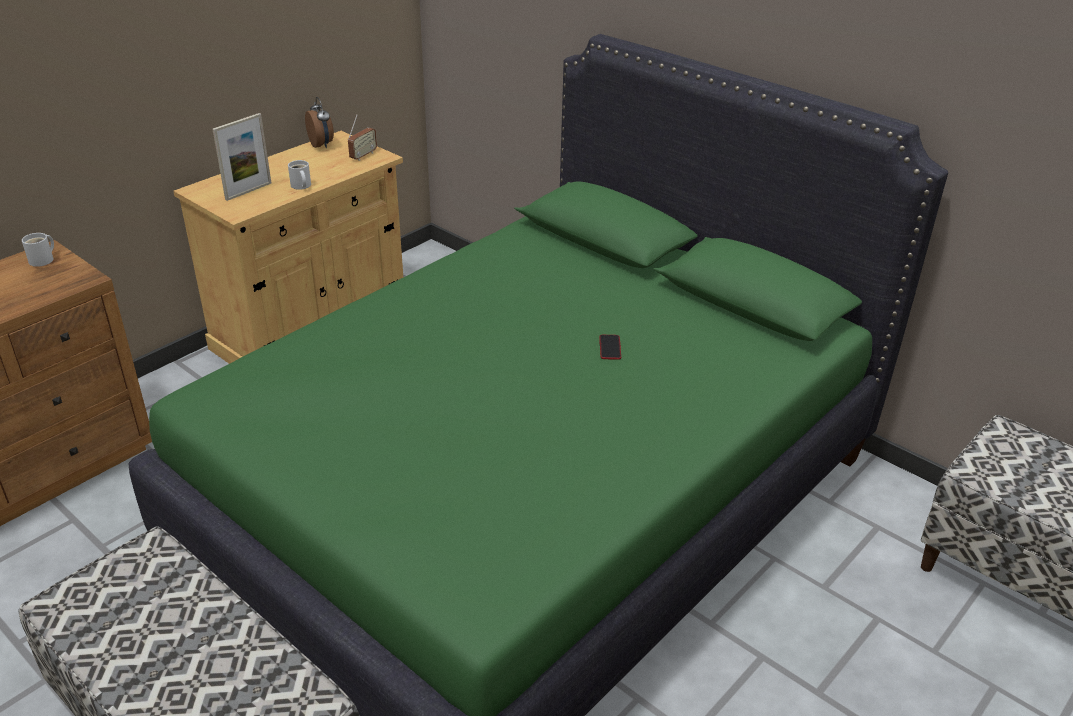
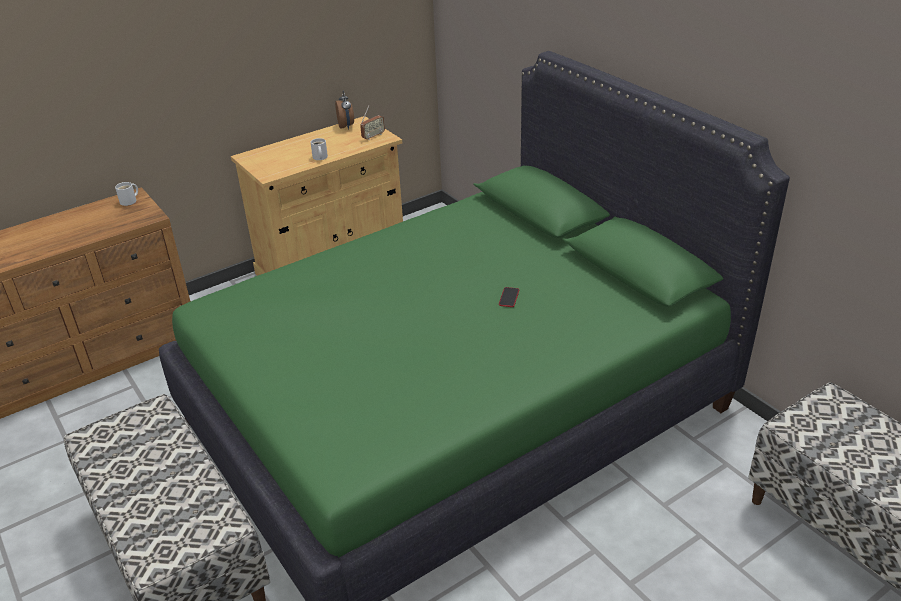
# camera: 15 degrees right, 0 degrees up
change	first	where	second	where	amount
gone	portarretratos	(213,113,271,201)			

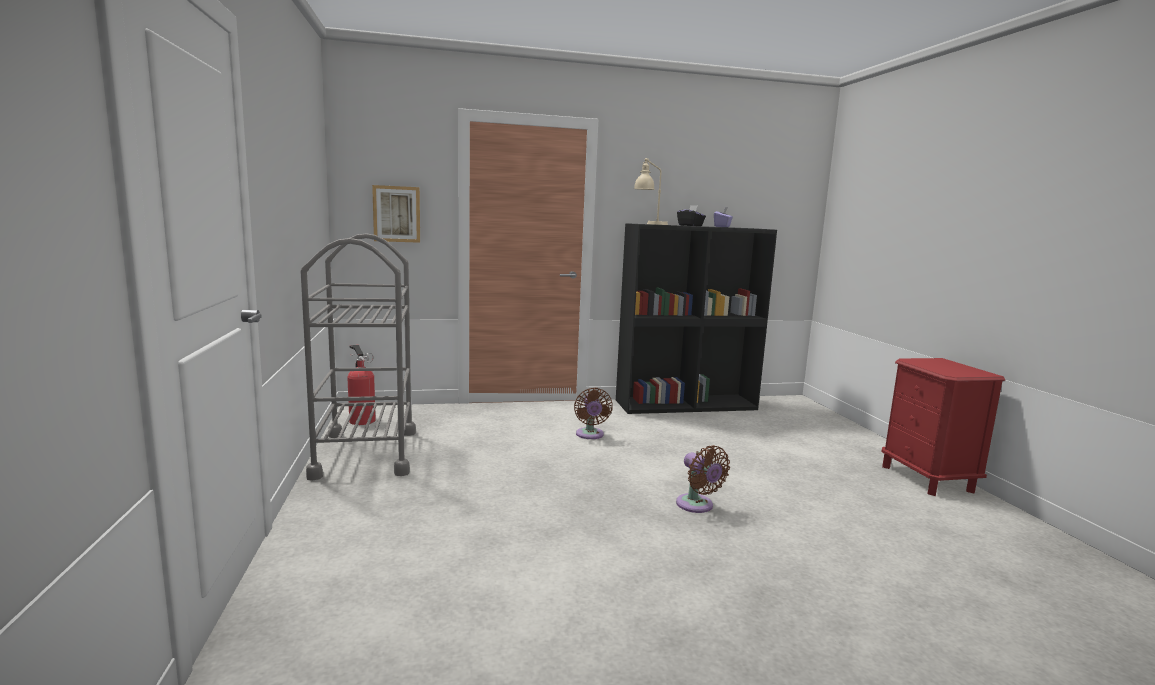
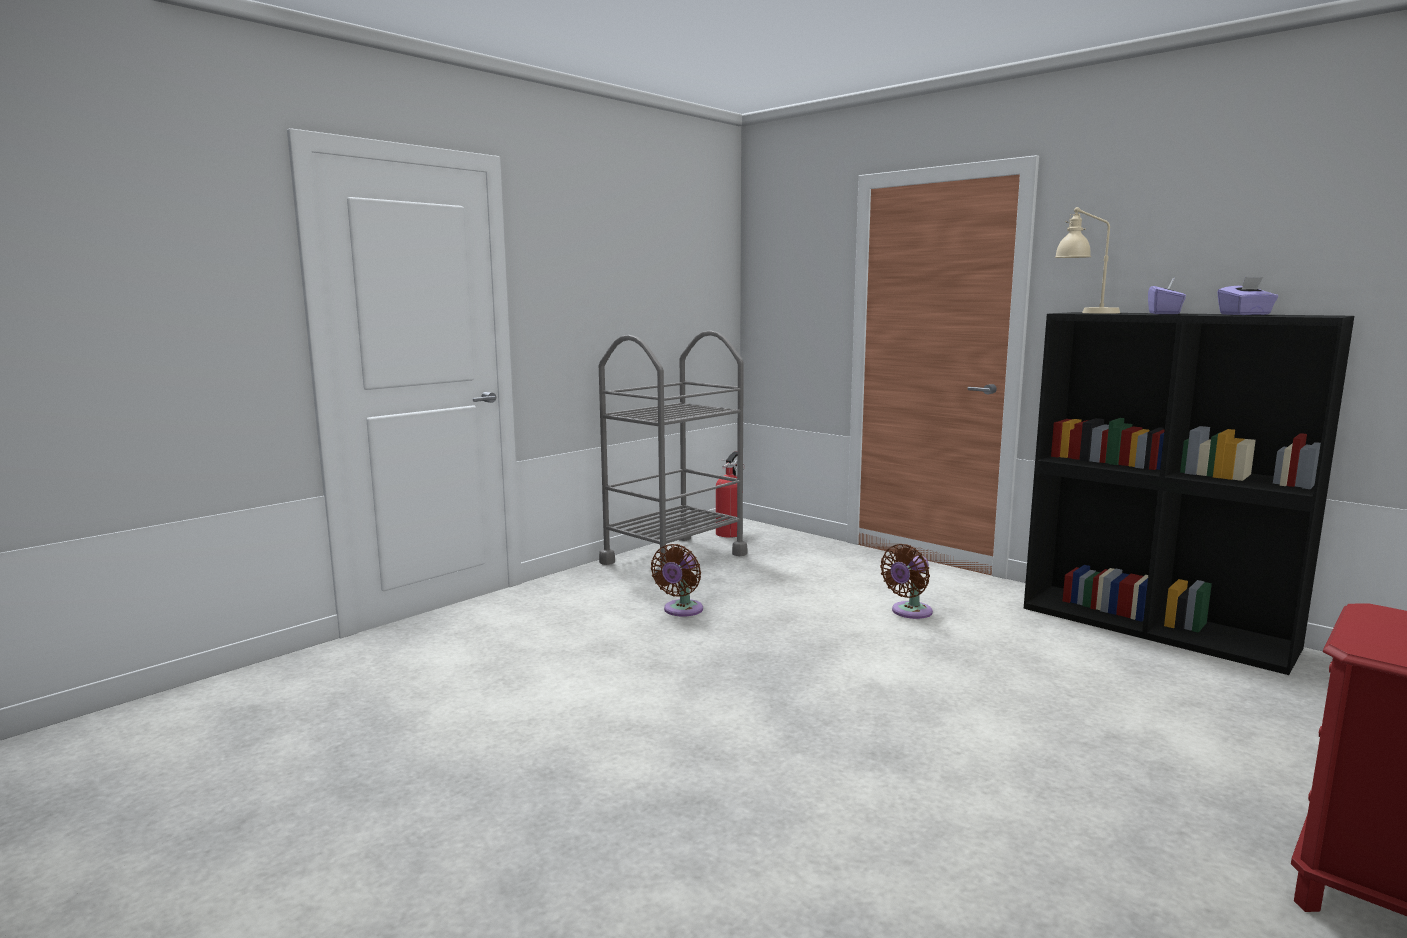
# camera: 55 degrees right, 0 degrees up
change	first	where	second	where	amount
shifted	ventilador (marrón)	(676,445,730,513)		(651,544,703,617)	
repainted	caja de pañuelos (negro)	(677,205,706,226)	caja de pañuelos (morado)	(1148,278,1186,314)	
gone	cuadro	(372,185,420,243)			

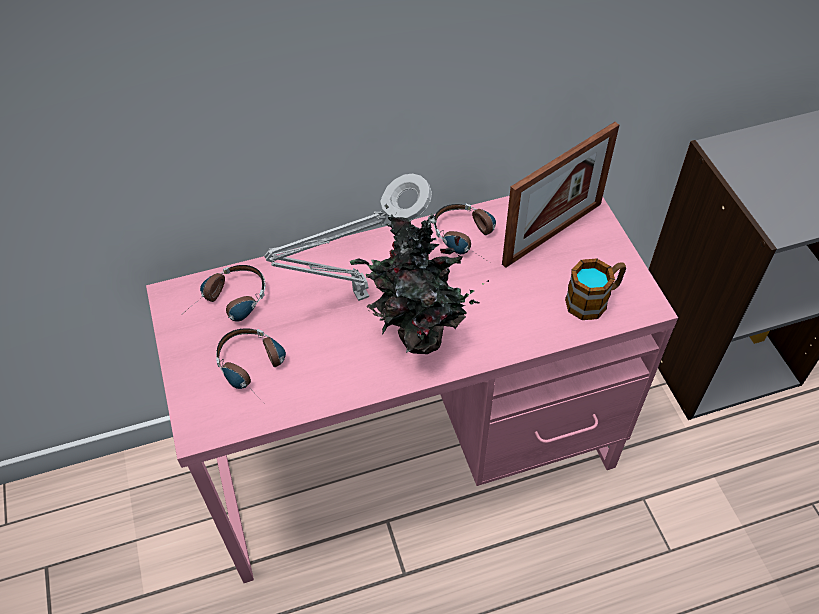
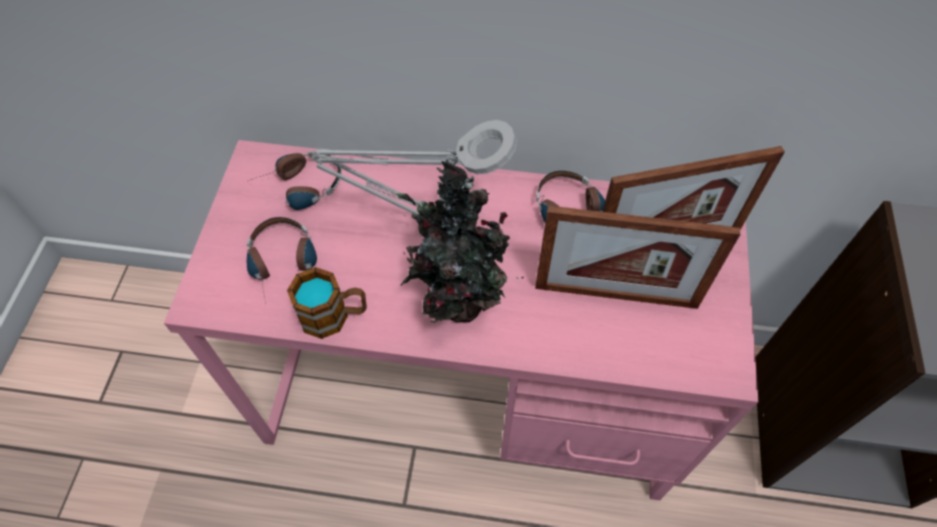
# camera: 25 degrees right, 5 degrees up
change	first	where	second	where	amount
shifted	taza grande	(565,258,626,320)		(287,267,367,339)	
new			portarretratos	(535,206,740,309)	

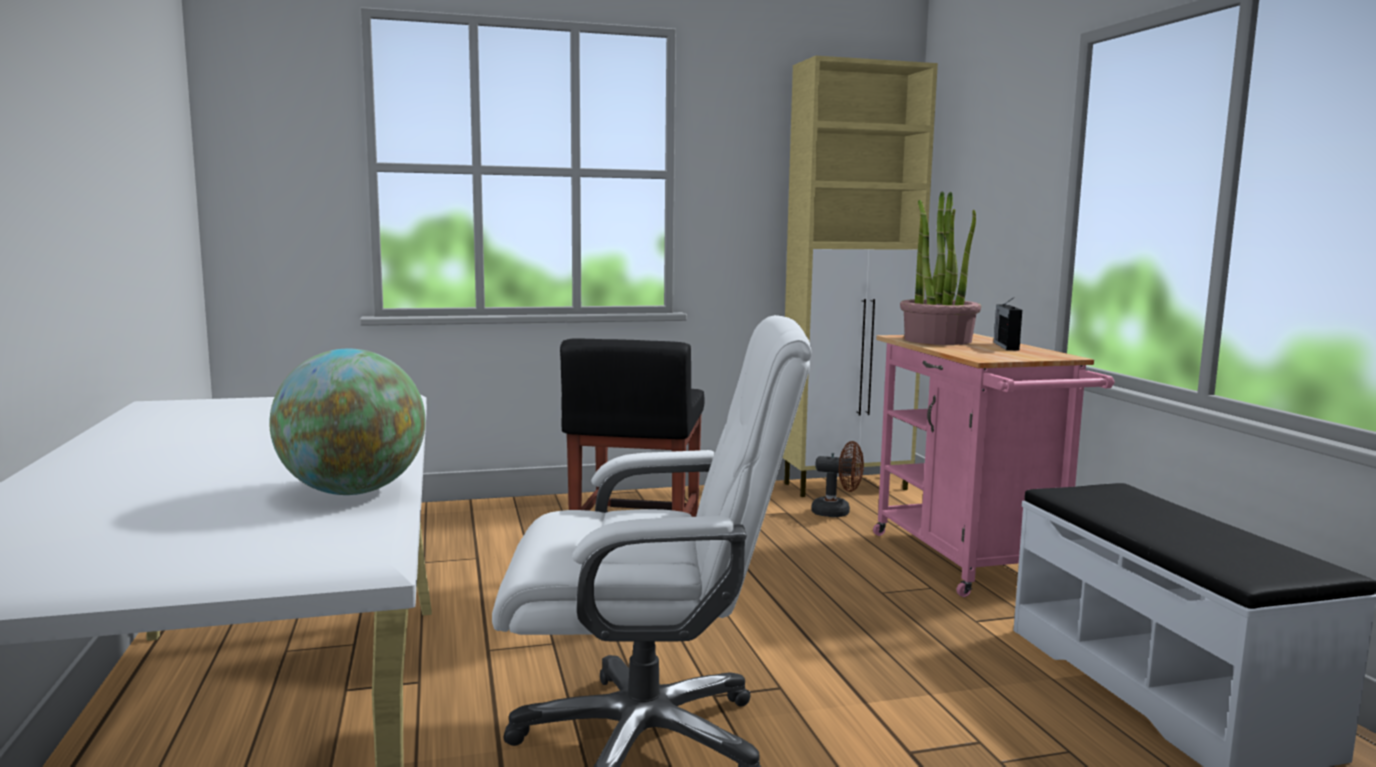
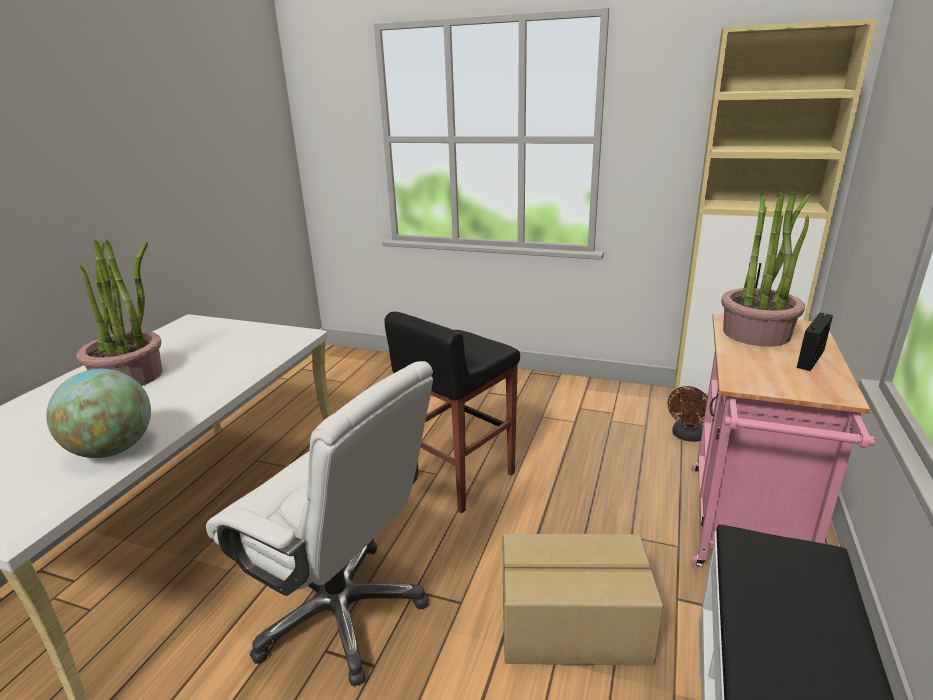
# camera: 35 degrees right, 15 degrees up
change	first	where	second	where	amount
new			planta en maceta	(76,240,163,386)	
new			caja de cartón	(503,534,663,666)	
rotated	ventilador (marrón)	(811,441,864,517)		(668,386,708,442)	75 degrees clockwise

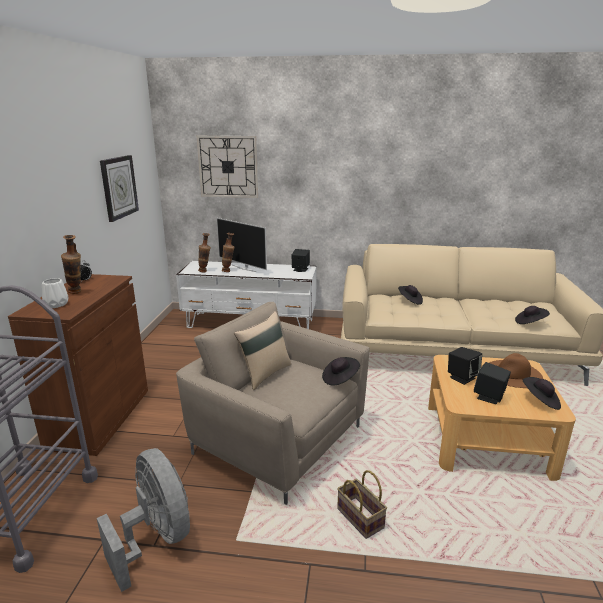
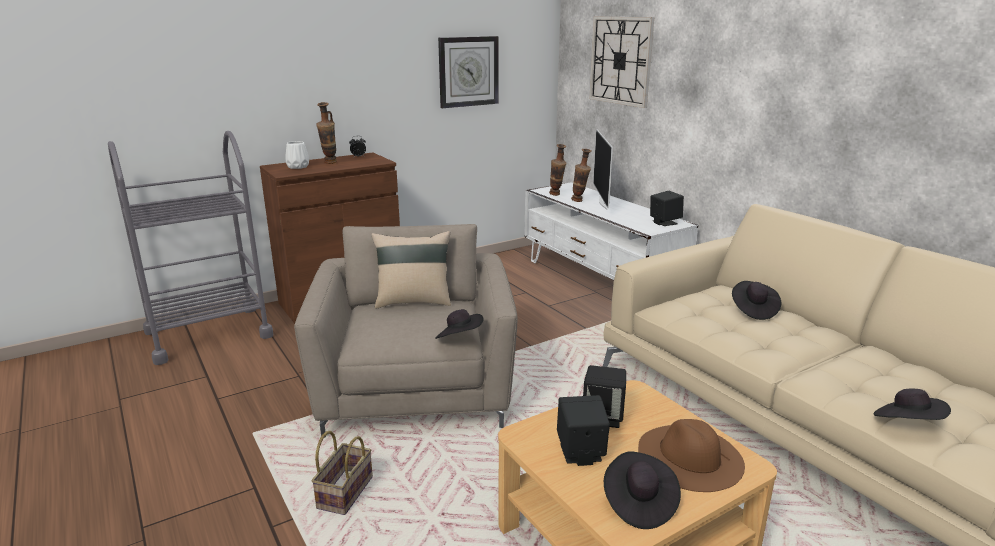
# camera: 50 degrees right, 0 degrees up
change	first	where	second	where	amount
gone	ventilador (gris)	(97,448,190,592)			

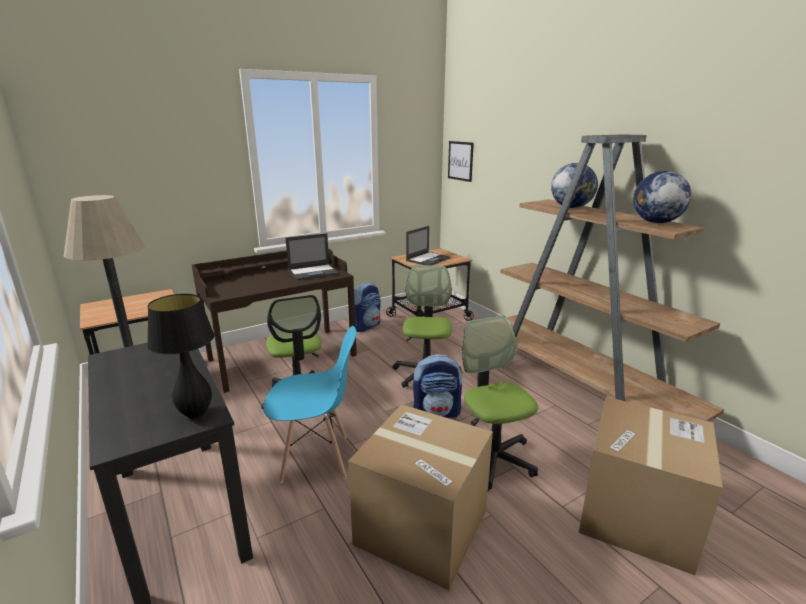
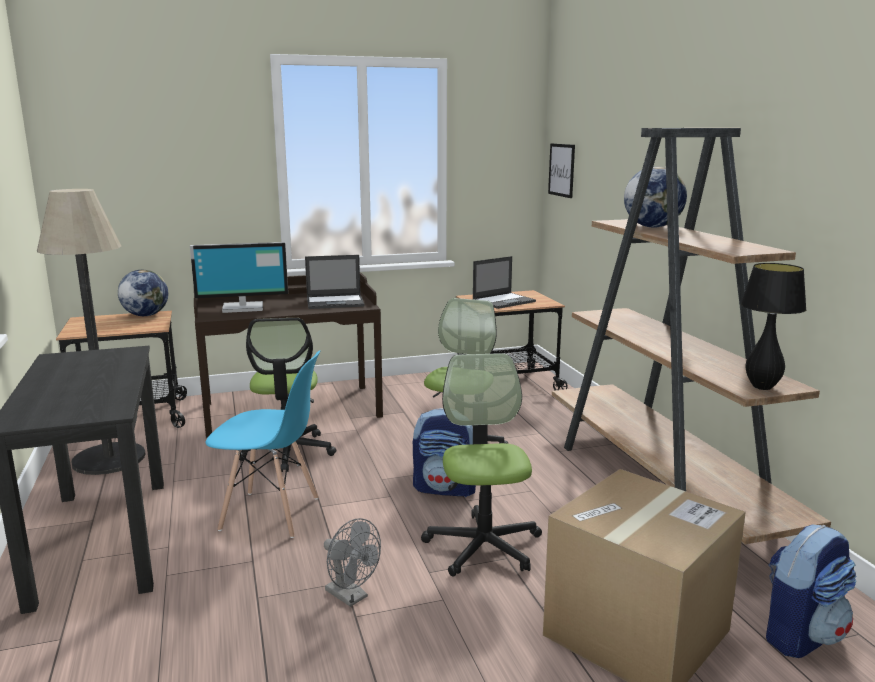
# camera: 15 degrees right, 5 degrees down
change	first	where	second	where	amount
shifted	globo terráqueo	(633,171,692,223)		(118,270,168,316)	
new			monitor	(190,242,288,313)	
swapped	caja de cartón	(348,404,493,590)	ventilador (gris)	(324,518,381,607)	
shifted	lámpara de mesa (negro)	(147,294,214,418)		(741,263,807,390)	
shifted	mochila	(354,282,381,332)		(766,524,857,658)	

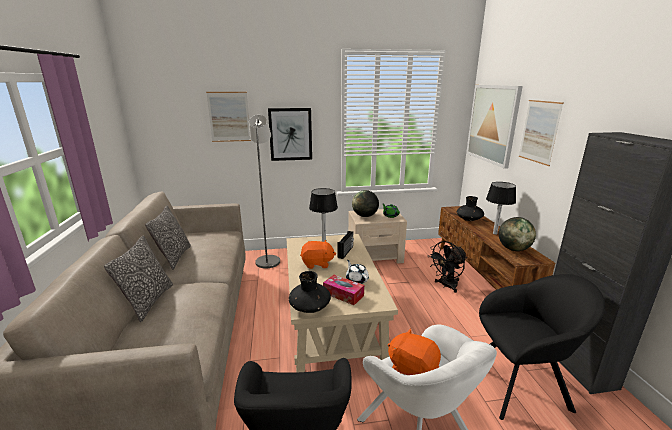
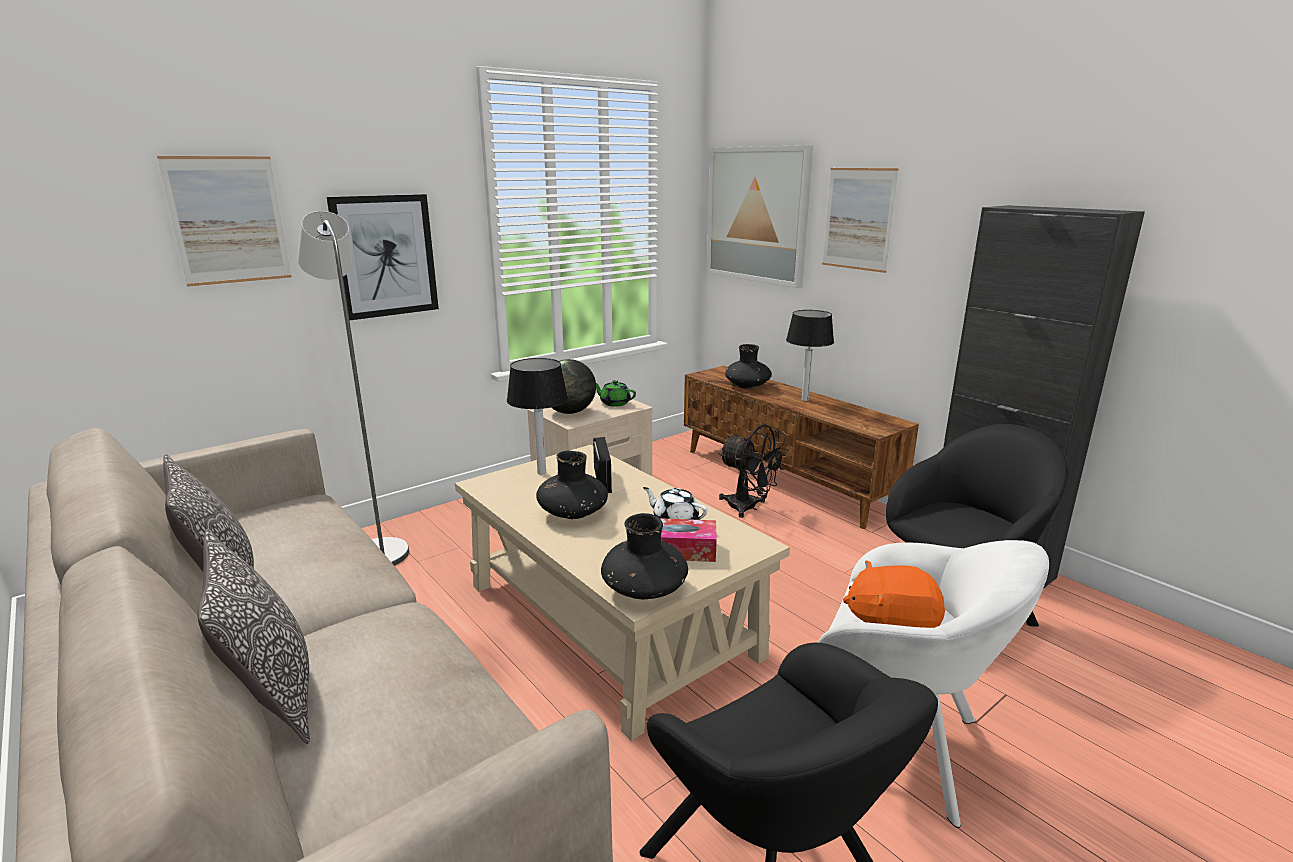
# camera: 30 degrees left, 0 degrees up
change	first	where	second	where	amount
swapped	peluche (naranja)	(300,240,336,269)	florero (negro)	(536,451,608,519)	
rotated	ventilador (negro)	(427,241,467,293)		(719,425,788,518)	75 degrees counterclockwise
gone	globo terráqueo	(499,217,536,251)			

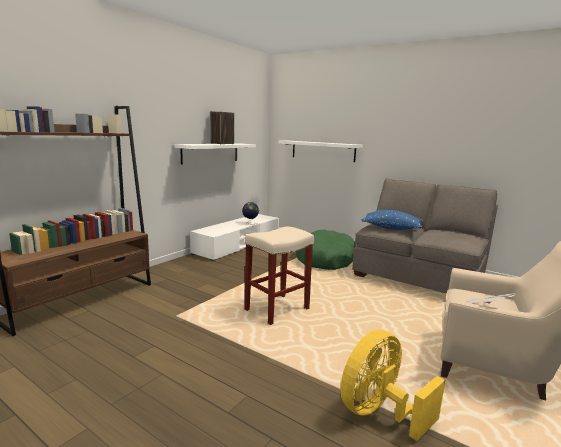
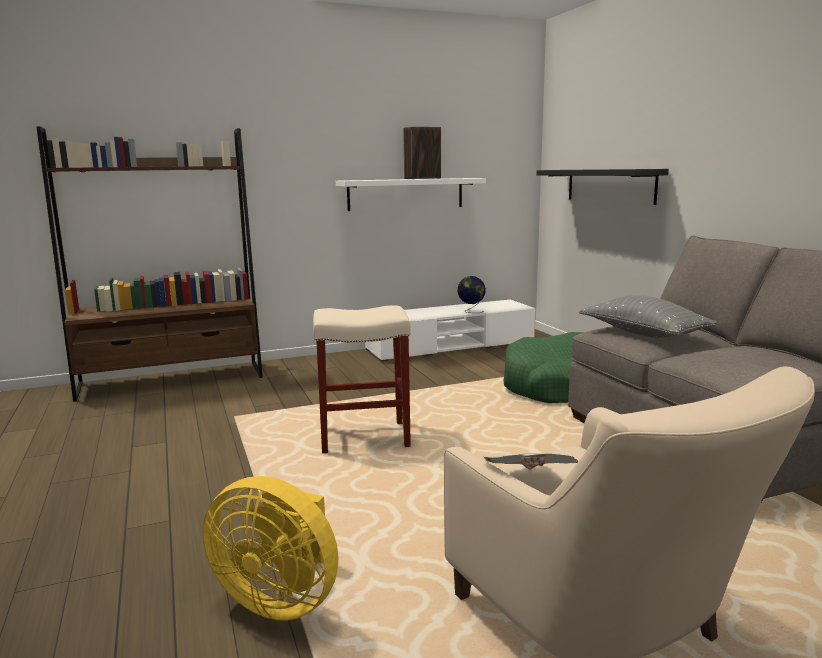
# camera: 35 degrees right, 0 degrees up
change	first	where	second	where	amount
rotated	ventilador (amarillo)	(340,330,445,441)		(203,476,338,621)	150 degrees counterclockwise
repainted	estante (blanco)	(279,141,363,162)	estante (negro)	(537,169,669,205)	
repainted	cojín (azul)	(361,210,423,230)	cojín (gris)	(579,295,717,338)	

